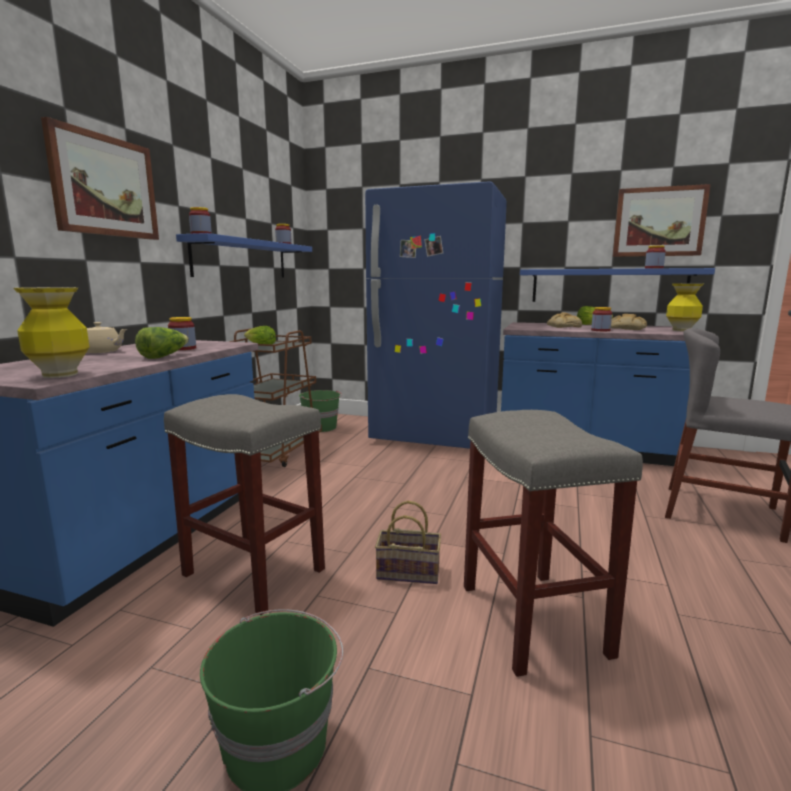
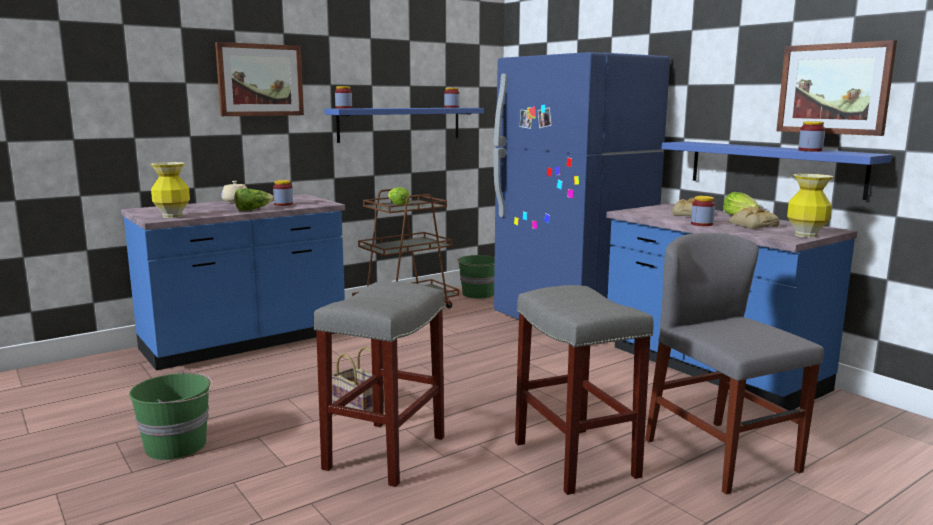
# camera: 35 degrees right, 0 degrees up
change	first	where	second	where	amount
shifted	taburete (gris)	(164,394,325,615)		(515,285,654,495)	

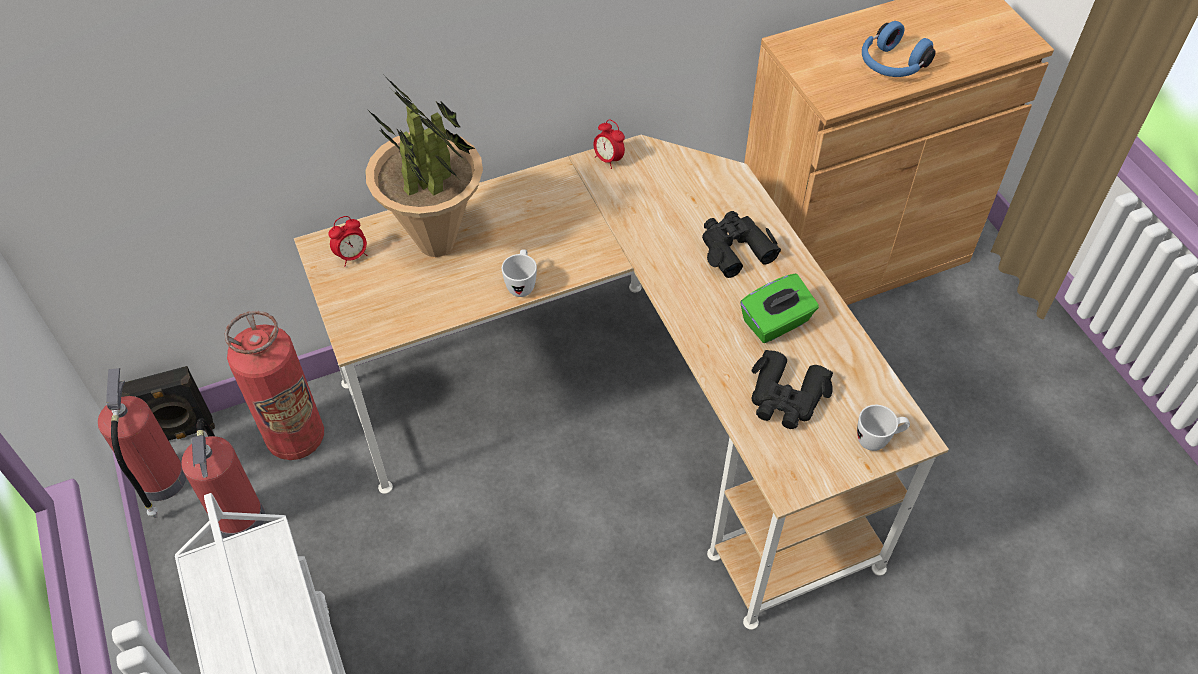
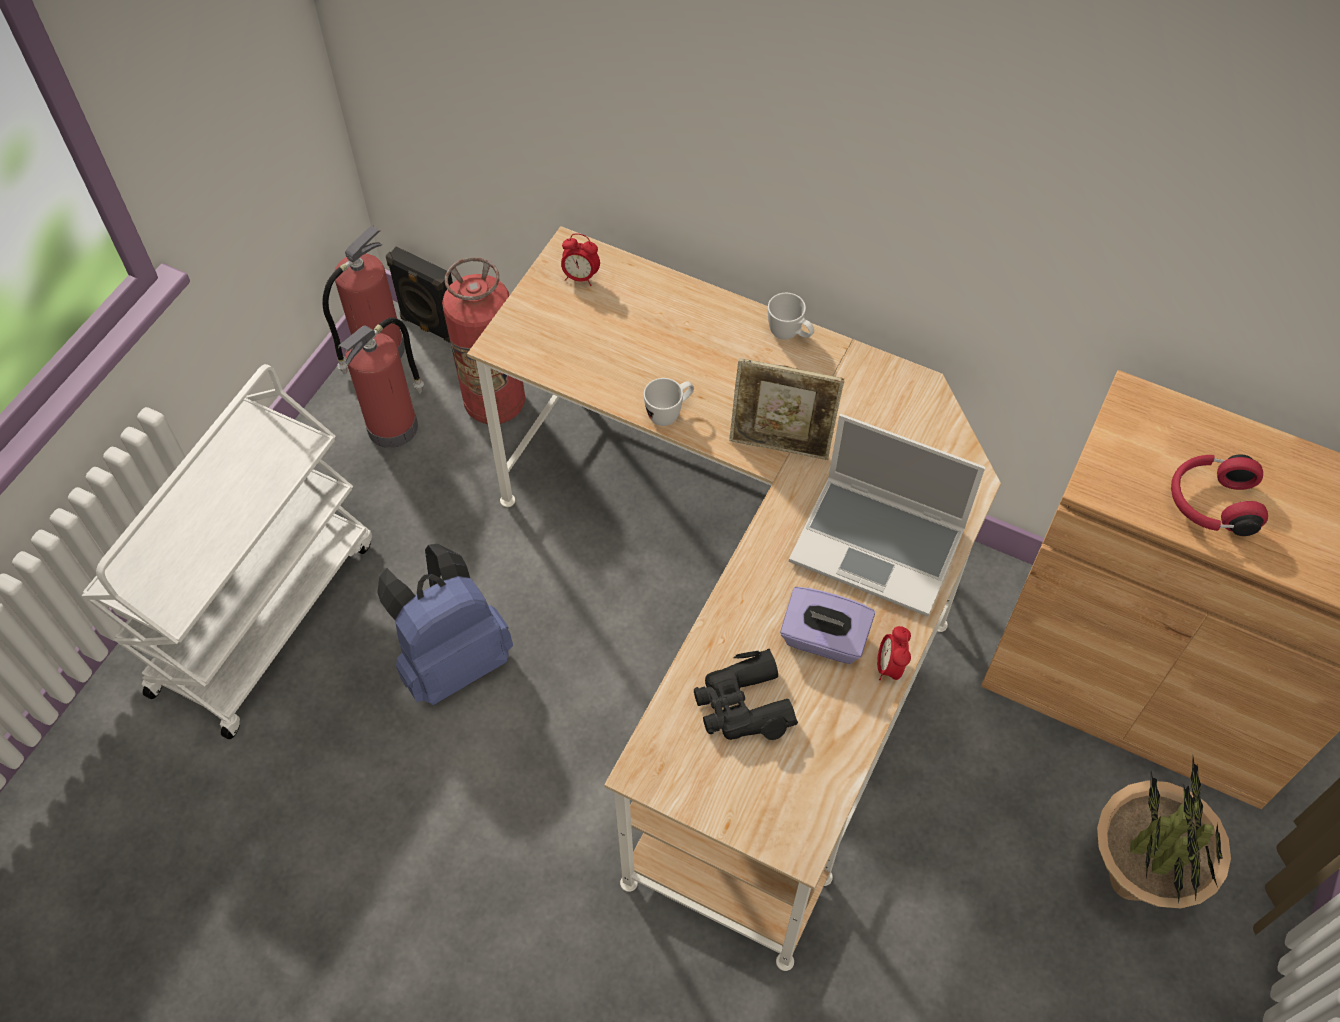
# camera: 50 degrees right, 5 degrees up
change	first	where	second	where	amount
new			mochila (azul)	(377,544,513,705)	
new			portarretratos	(729,358,844,460)	
shifted	taza grande (blanco)	(857,405,910,451)		(768,293,814,340)	
repainted	caja de pañuelos (verde)	(740,274,819,343)	caja de pañuelos (morado)	(780,587,875,664)	
swapped	prismáticos (negro)	(702,211,781,278)	portátil	(789,414,985,616)	
shifted	despertador	(594,119,625,169)		(877,626,911,680)	
shifted	planta en maceta	(365,74,483,257)		(1097,758,1231,908)	
repainted	auriculares (azul)	(862,21,936,77)	auriculares (rojo)	(1171,454,1268,536)	

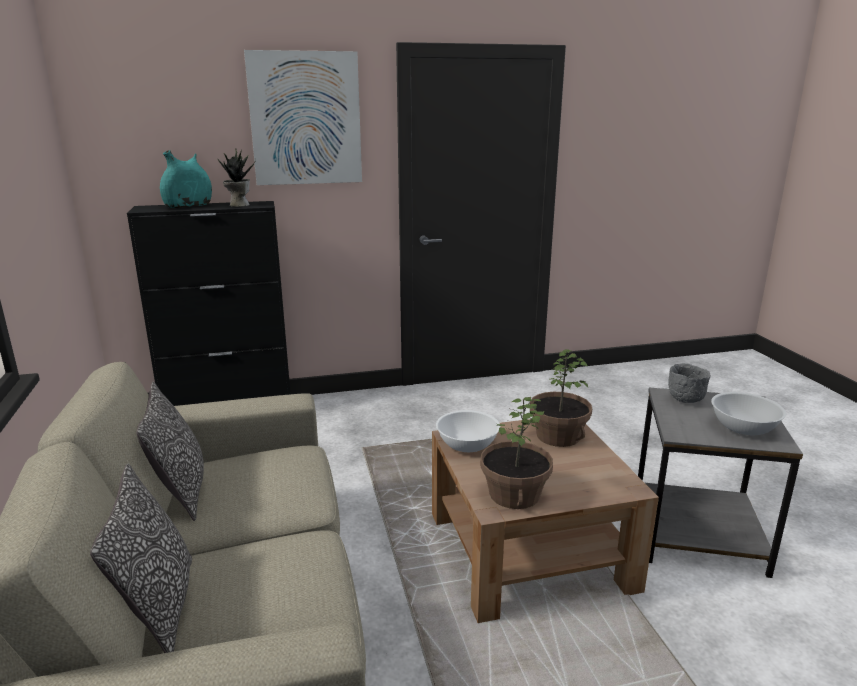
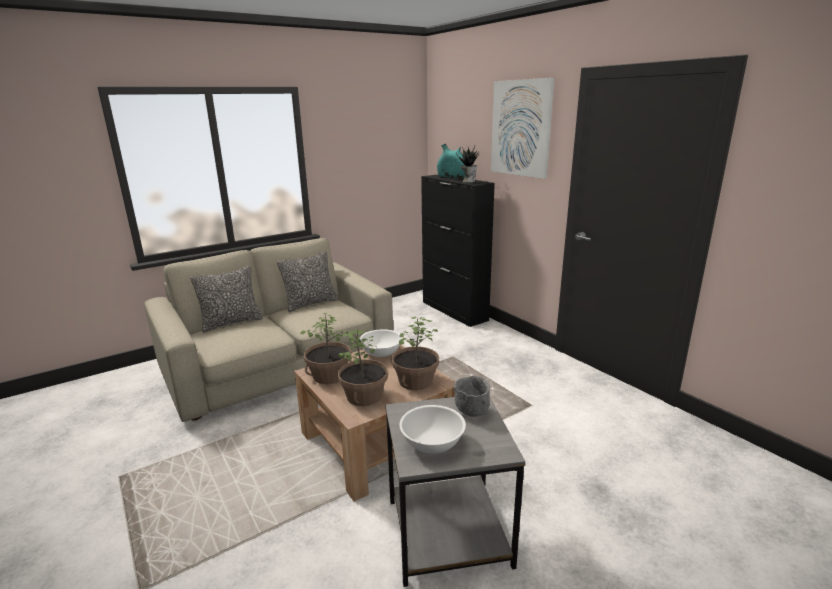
# camera: 70 degrees right, 0 degrees up
change	first	where	second	where	amount
new			planta en maceta	(338,330,388,406)	

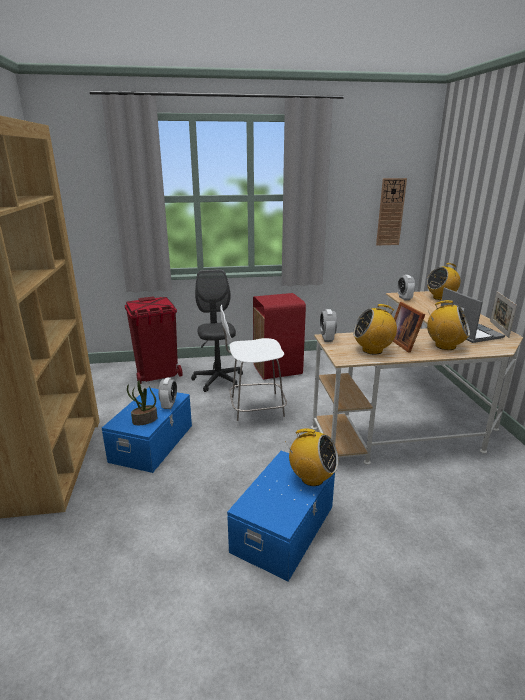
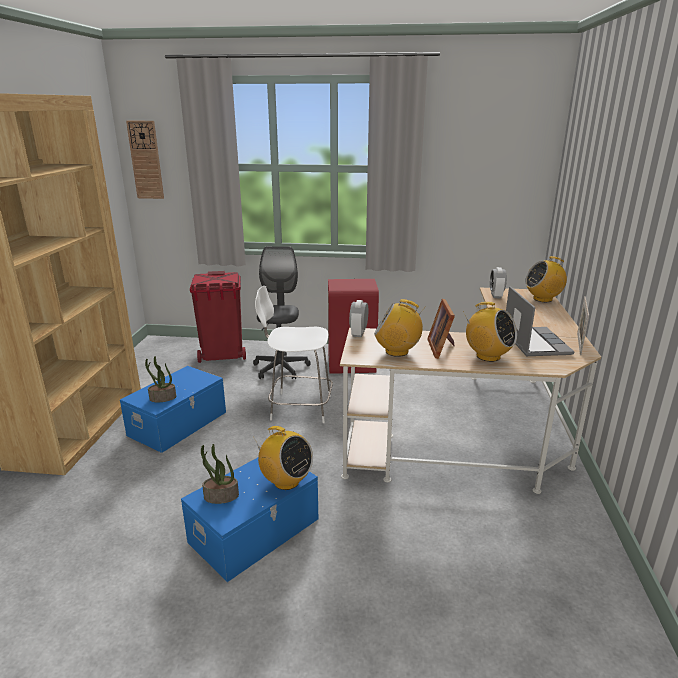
# camera: 15 degrees right, 0 degrees up
change	first	where	second	where	amount
shifted	reloj de pared	(376,178,407,246)		(126,121,164,199)	
new			planta en maceta	(201,444,239,504)	
gone	despertador	(158,378,177,409)			

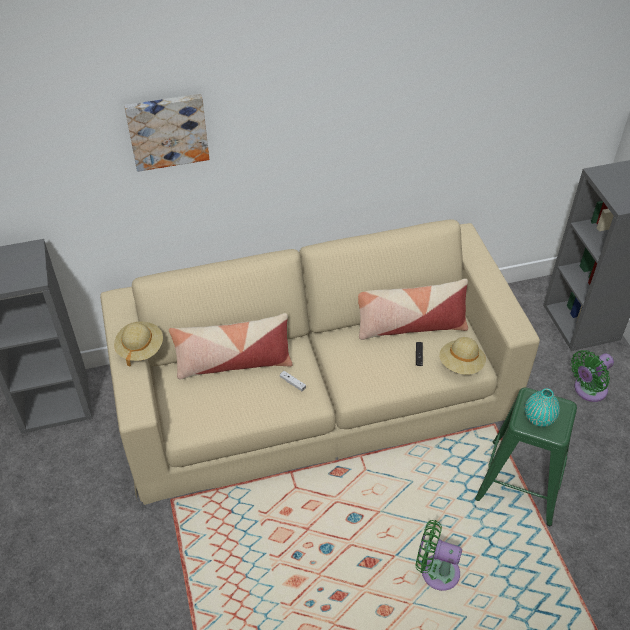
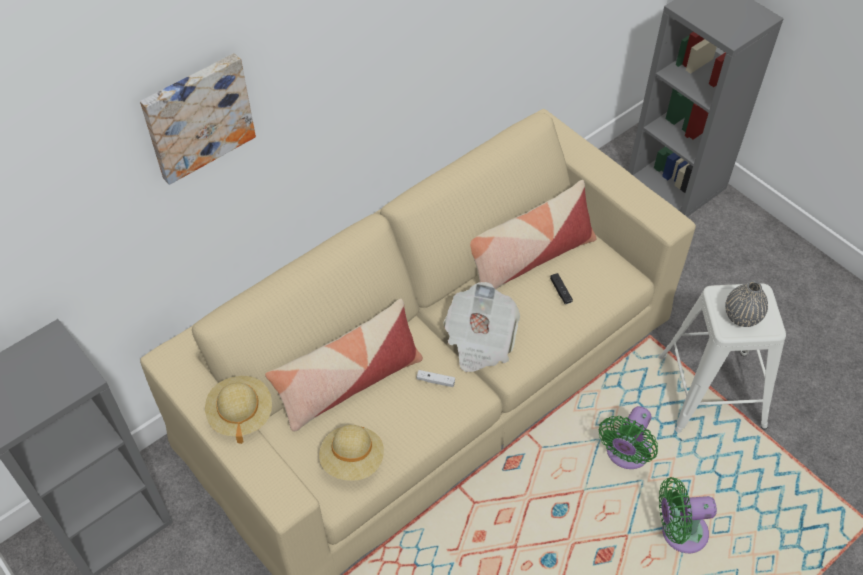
# camera: 25 degrees left, 5 degrees up
change	first	where	second	where	amount
shifted	sombrero (beis)	(439,337,486,375)		(319,425,384,481)	
new			periódico	(444,282,520,372)	
shifted	ventilador (verde)	(571,350,614,402)		(599,406,658,469)	
repainted	taburete (verde)	(475,388,577,526)	taburete (blanco)	(659,283,786,433)	
repainted	florero (turquesa)	(525,388,560,427)	florero (gris)	(725,281,768,327)	

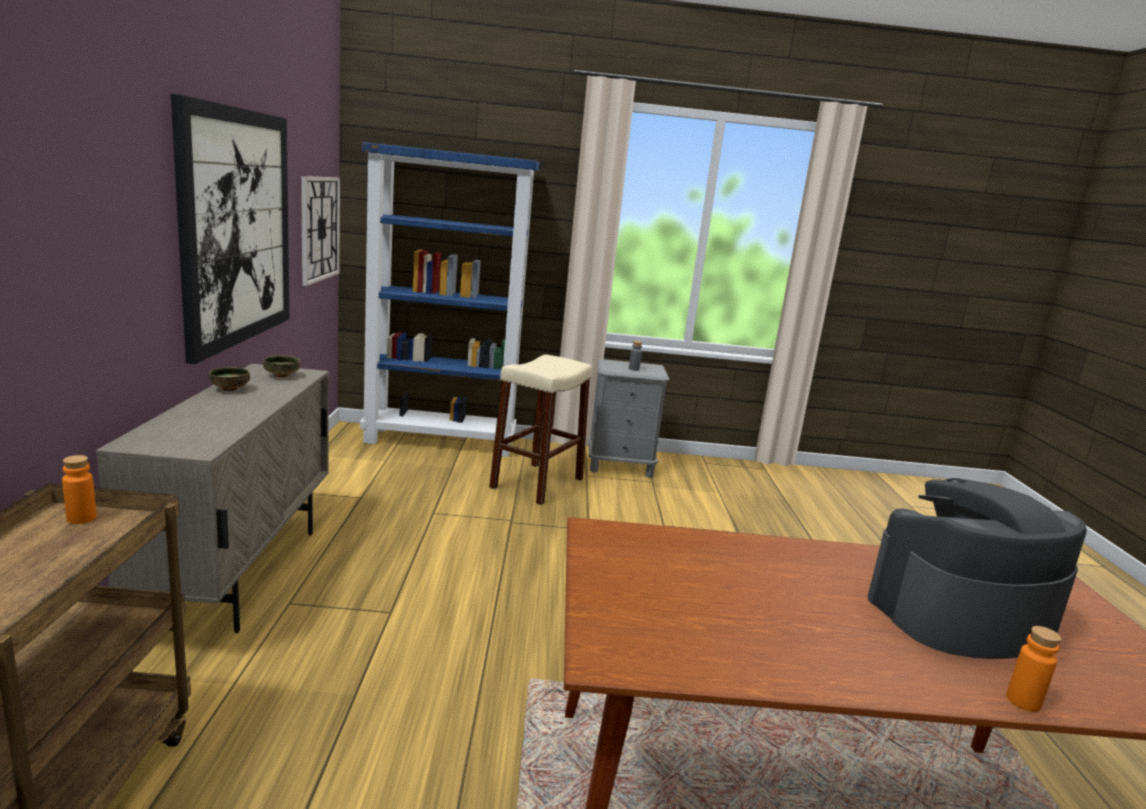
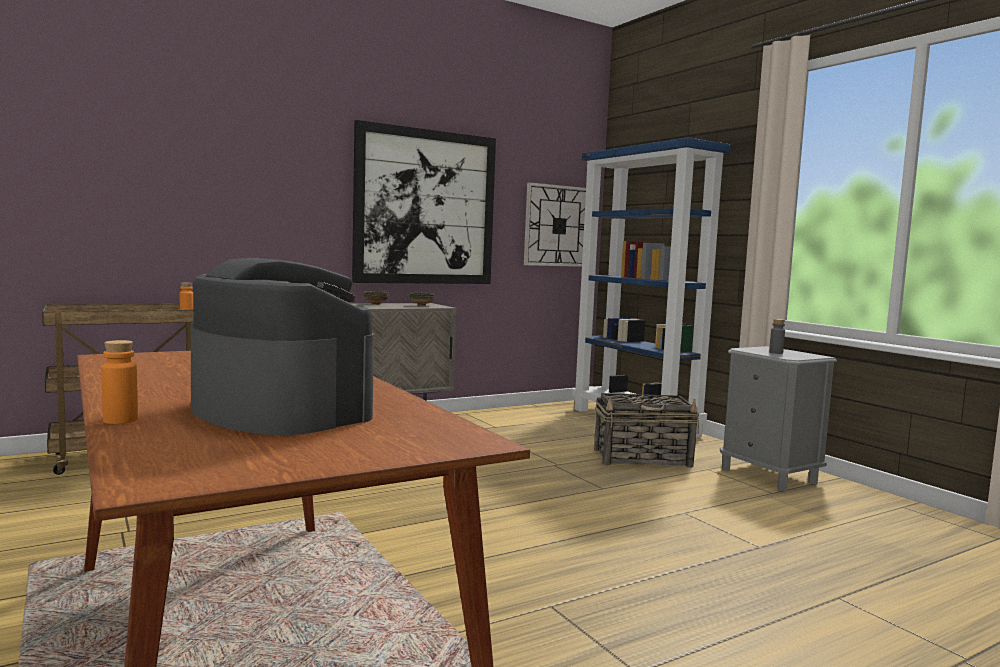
# camera: 60 degrees right, 10 degrees down
change	first	where	second	where	amount
swapped	taburete (beis)	(489,354,592,505)	cesta	(594,393,699,468)	

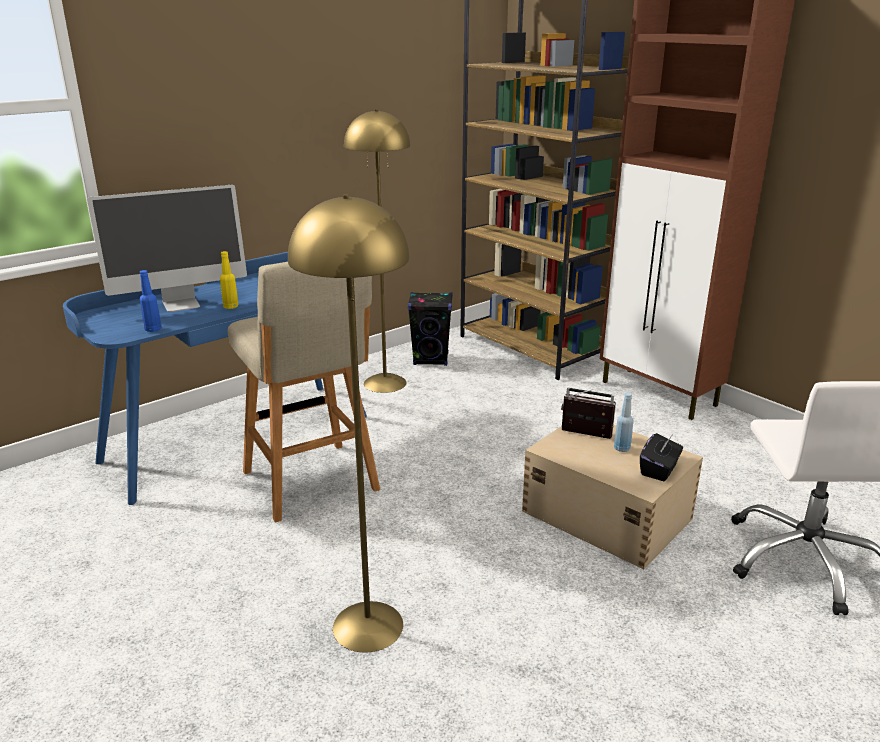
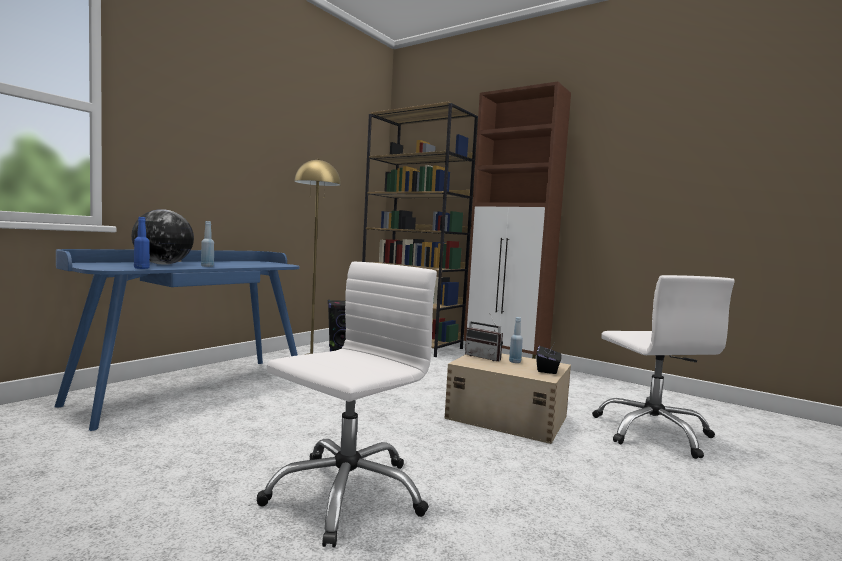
# camera: 15 degrees left, 20 degrees down
change	first	where	second	where	amount
swapped	monitor	(87,185,247,312)	globo terráqueo	(131,209,194,265)	
repainted	botella (amarillo)	(220,251,238,309)	botella (azul)	(201,221,214,267)	
swapped	lámpara de pie (amarillo)	(288,194,409,652)	silla de oficina (blanco)	(257,262,437,547)	
rotated	radio	(561,387,616,439)		(465,313,503,361)	150 degrees counterclockwise
gone	taburete (beis)	(228,262,380,523)			

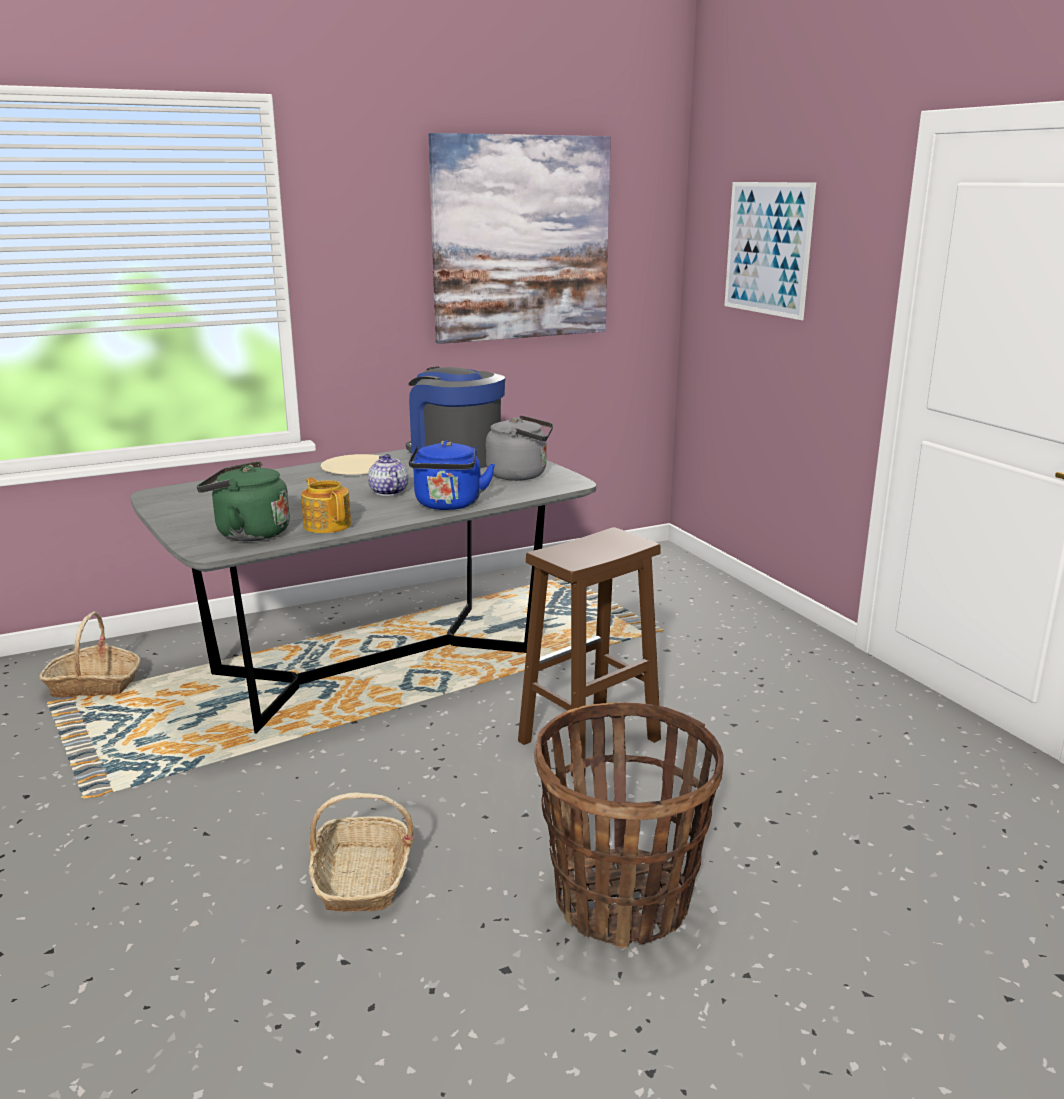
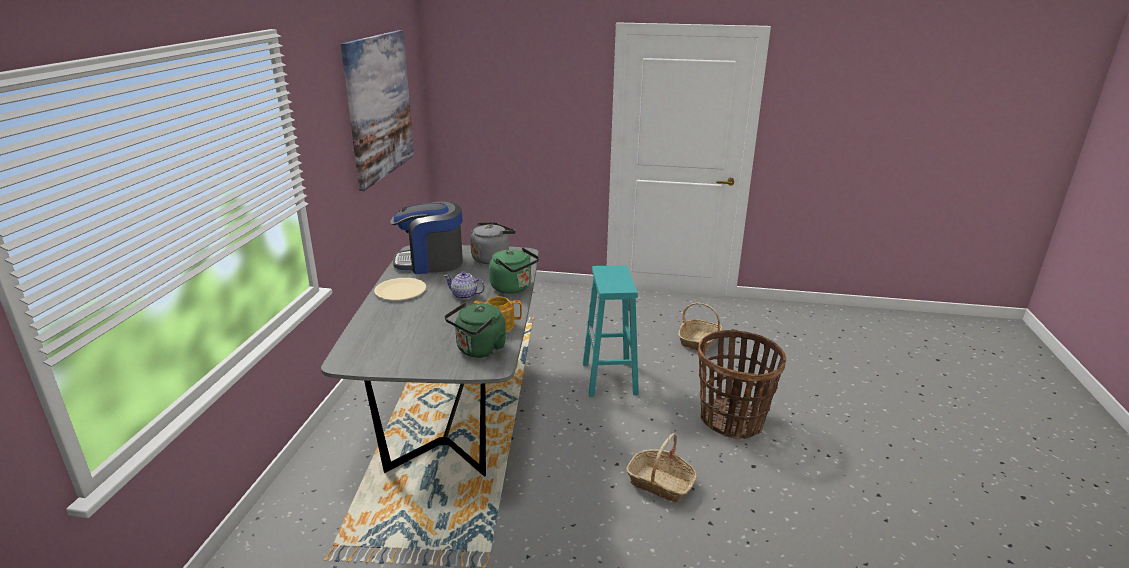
# camera: 55 degrees left, 5 degrees up
change	first	where	second	where	amount
repainted	hervidor (azul)	(409,440,495,510)	hervidor (verde)	(489,248,539,294)	
repainted	taburete (marrón)	(518,527,661,777)	taburete (turquesa)	(583,265,639,397)	
shifted	cesta	(39,612,141,698)		(678,303,723,351)	
gone	cuadro	(724,182,816,320)			

